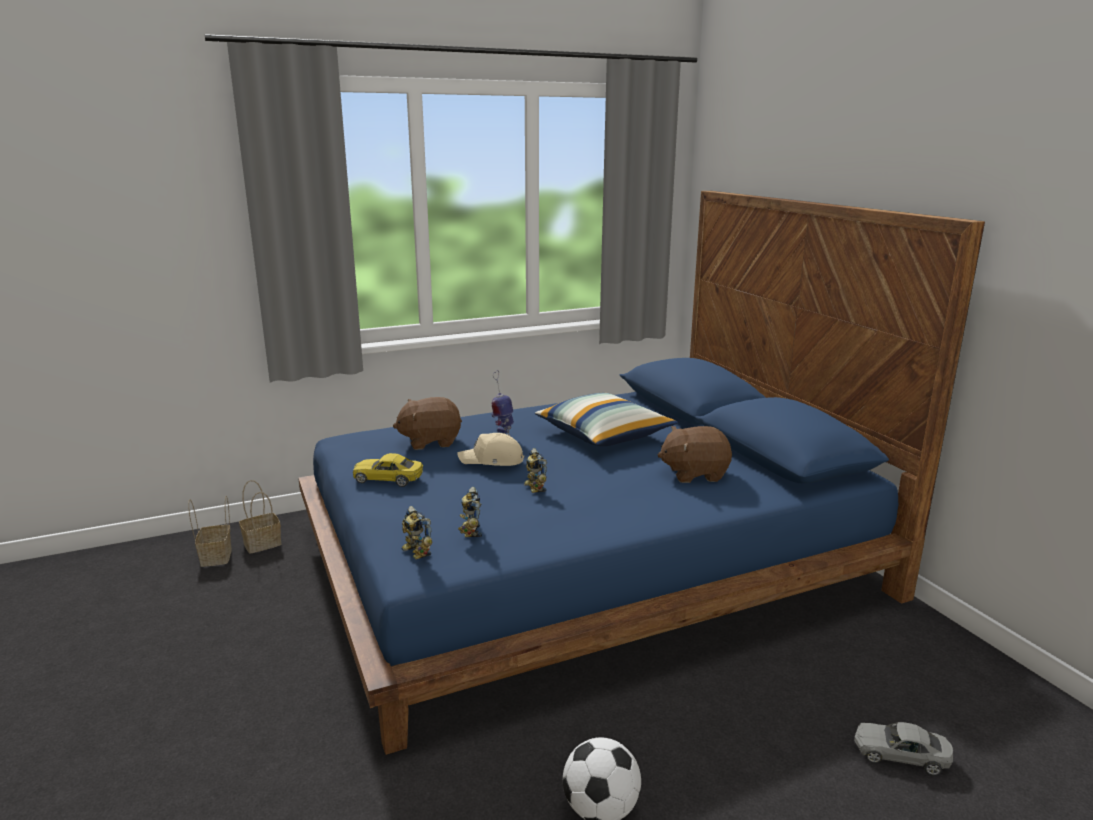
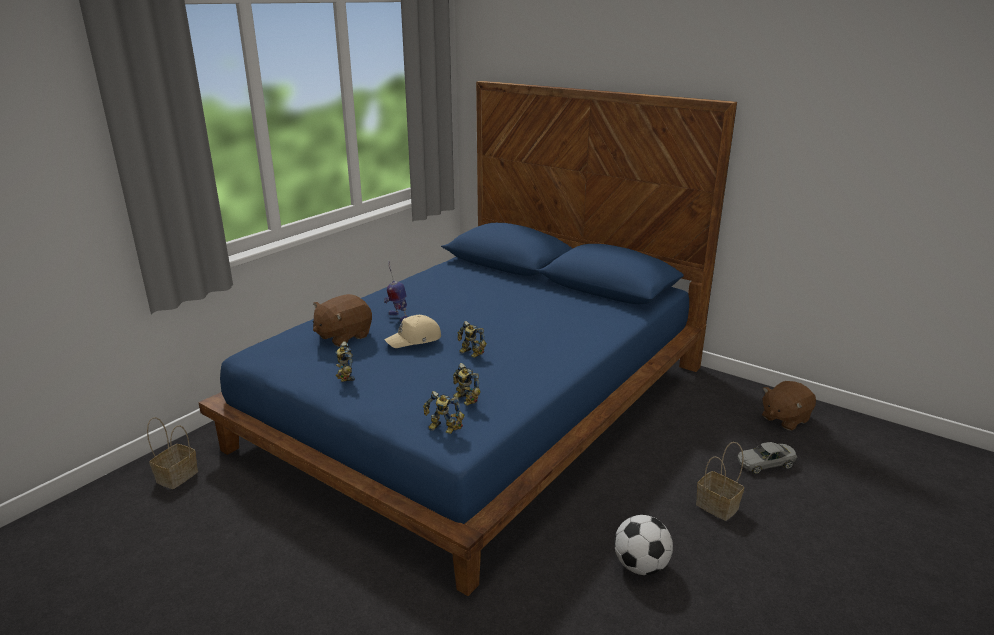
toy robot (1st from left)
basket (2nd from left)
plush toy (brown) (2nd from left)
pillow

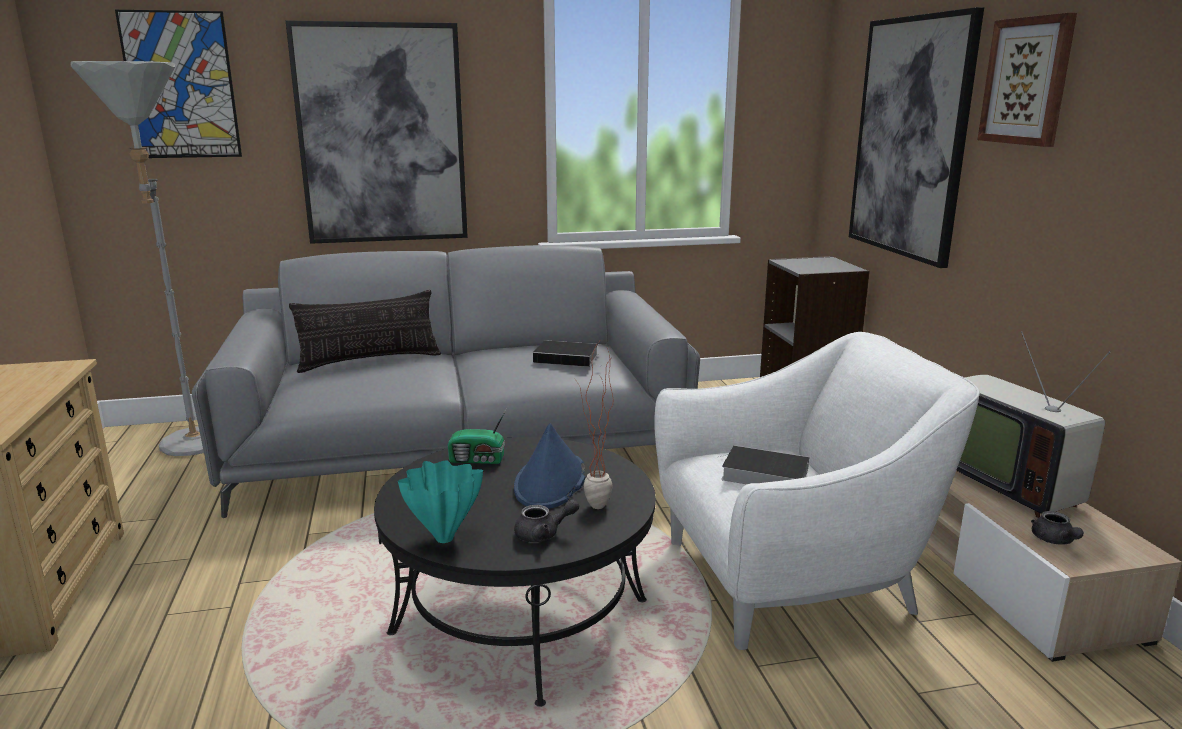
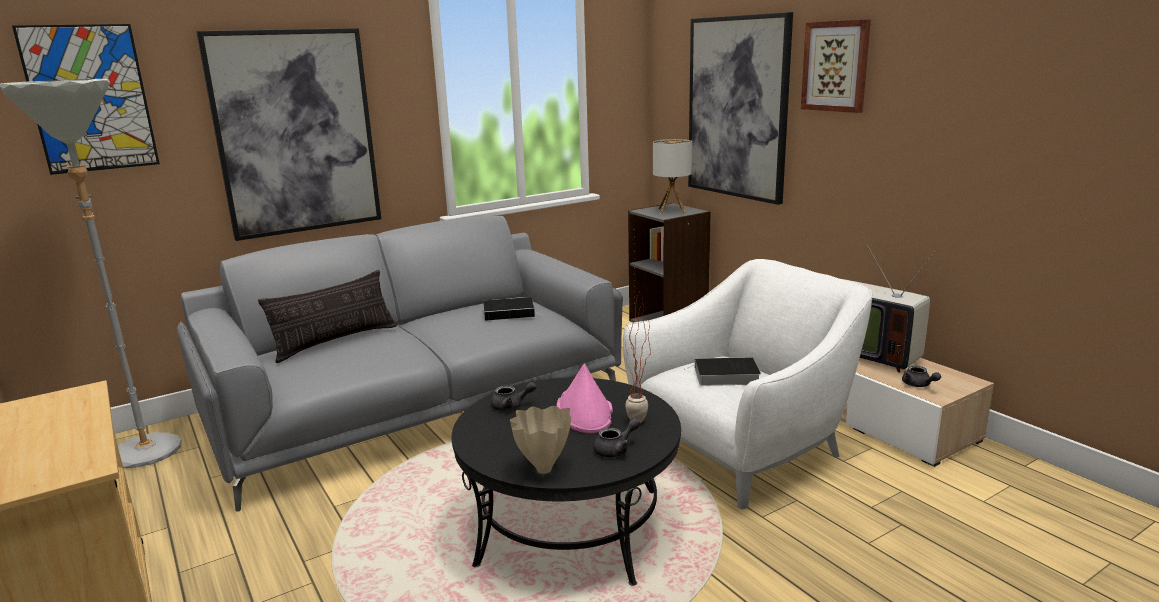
teapot (grey) (1st from left)
vase (beige)
hat (pink)
table lamp

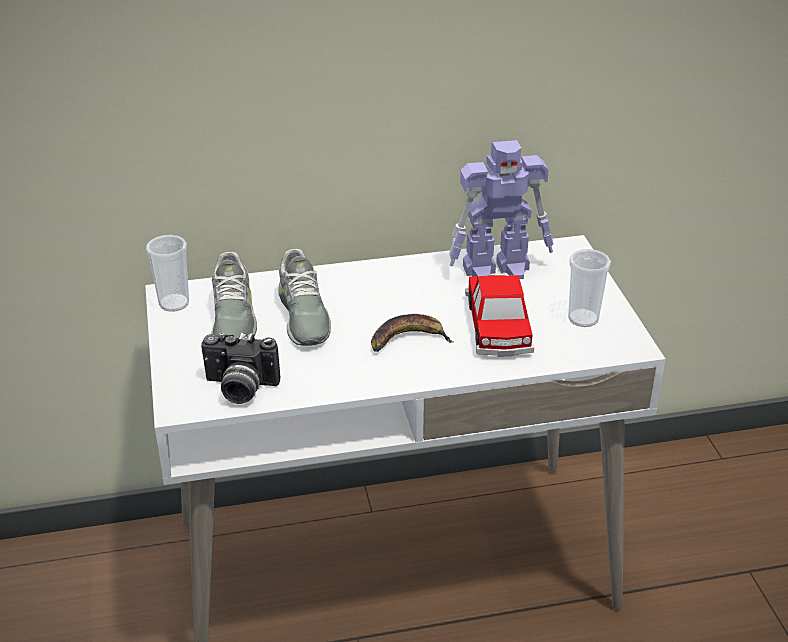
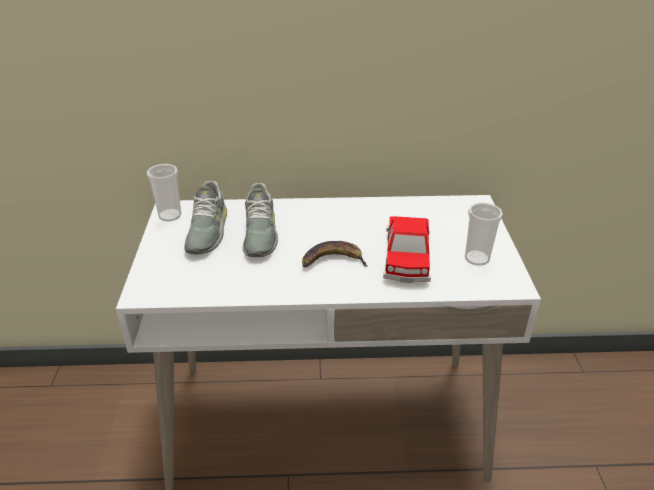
photo camera
toy robot

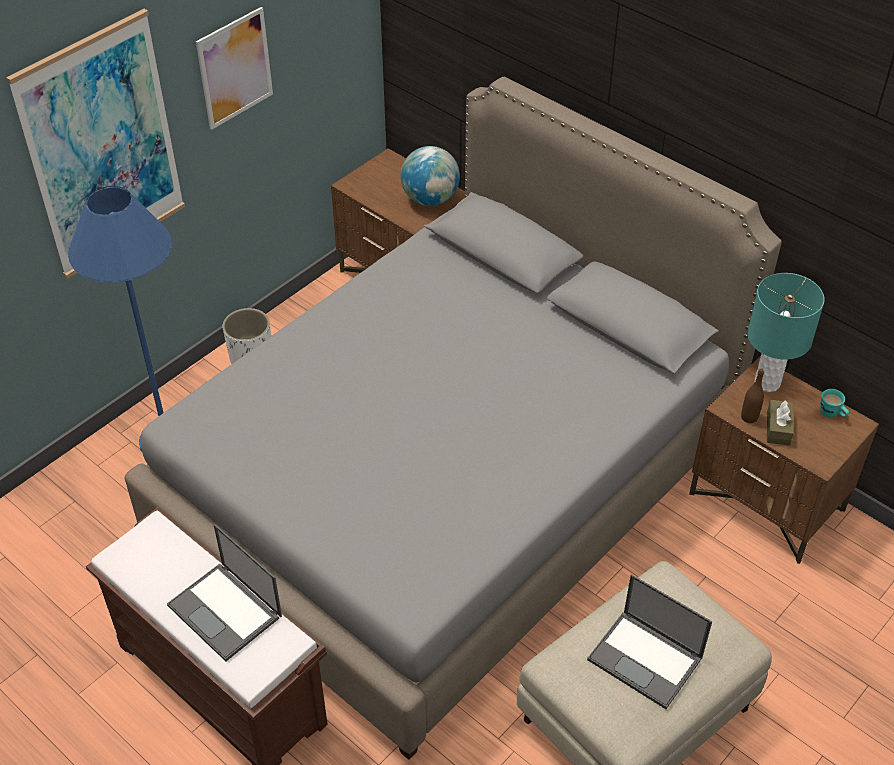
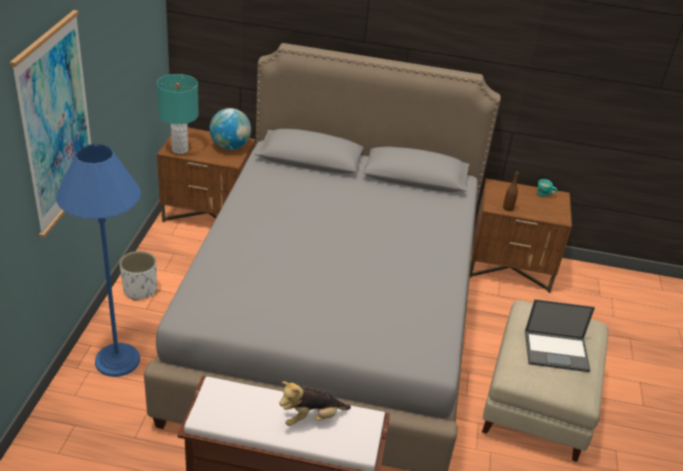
table lamp (turquoise)
plush toy
picture (2nd from left in the first image)
tissue box (brown)

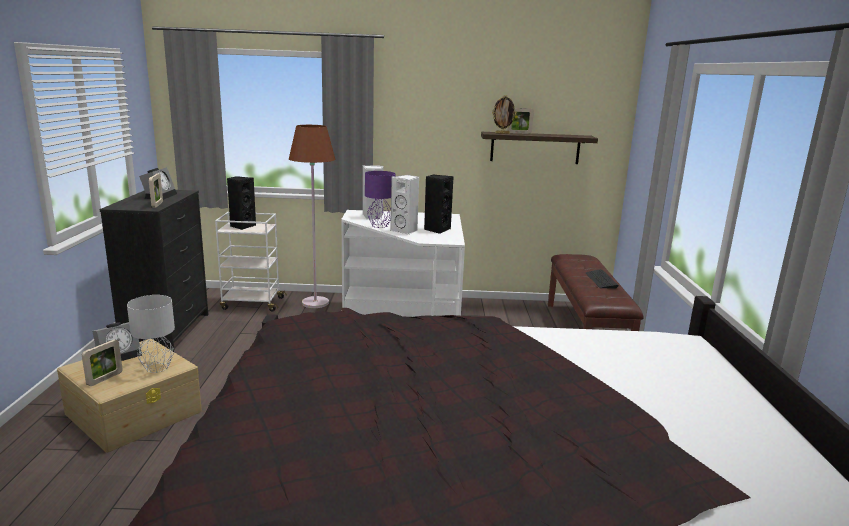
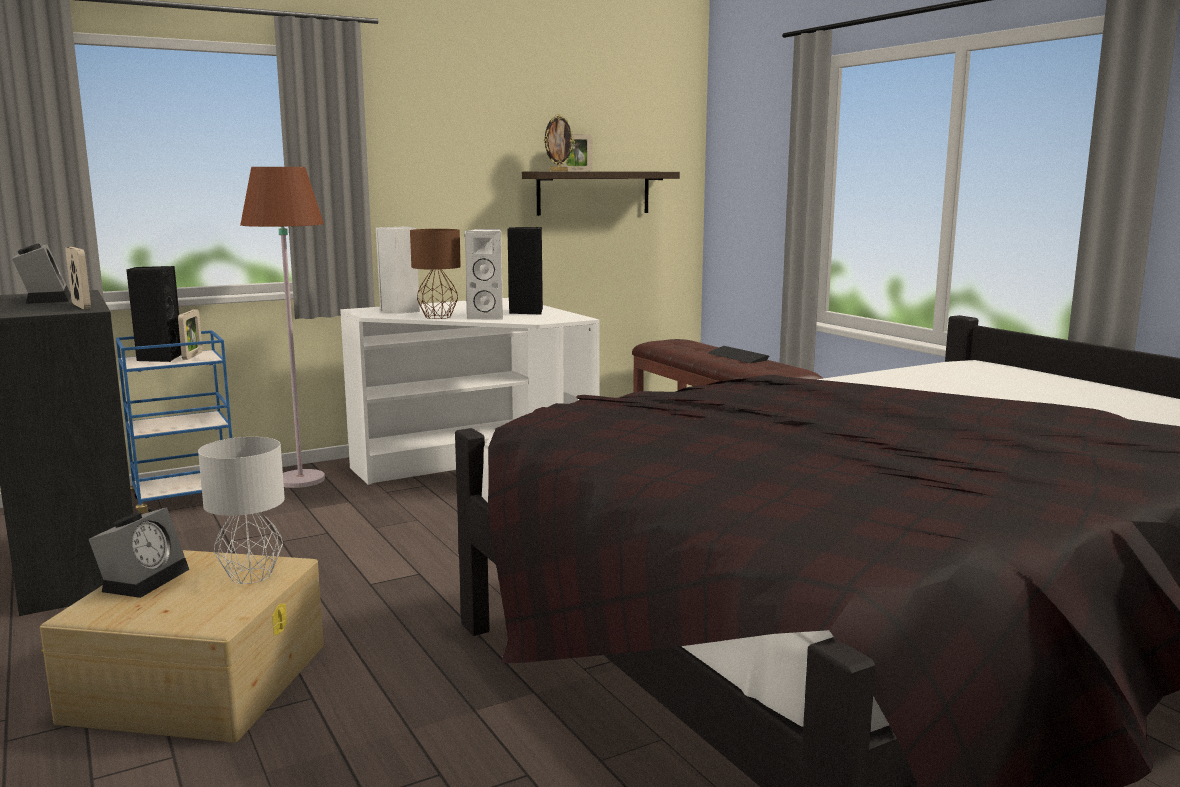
cart (blue)
picture frame (2nd from left)
table lamp (brown)

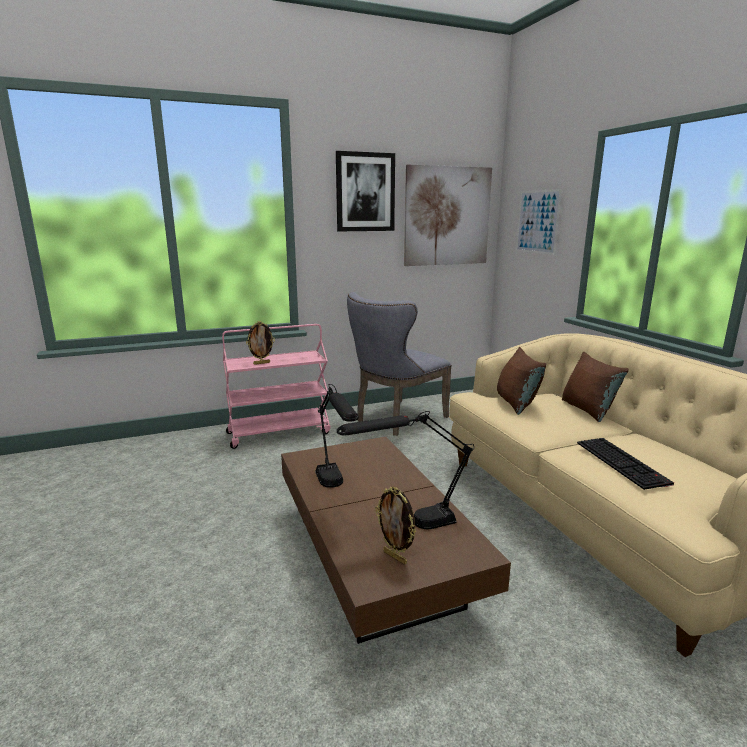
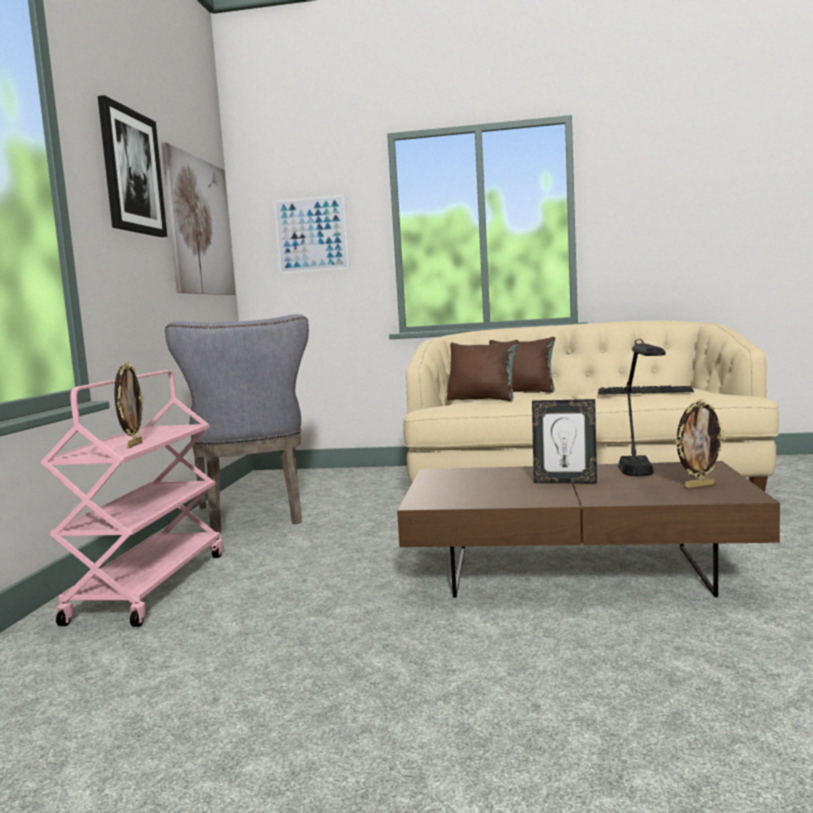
picture frame (2nd from left)
table lamp (black) (1st from left in the first image)

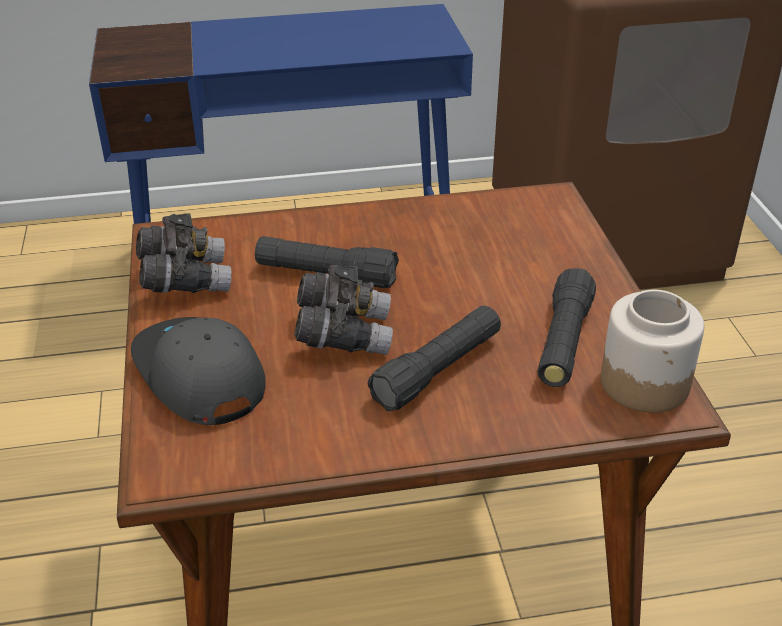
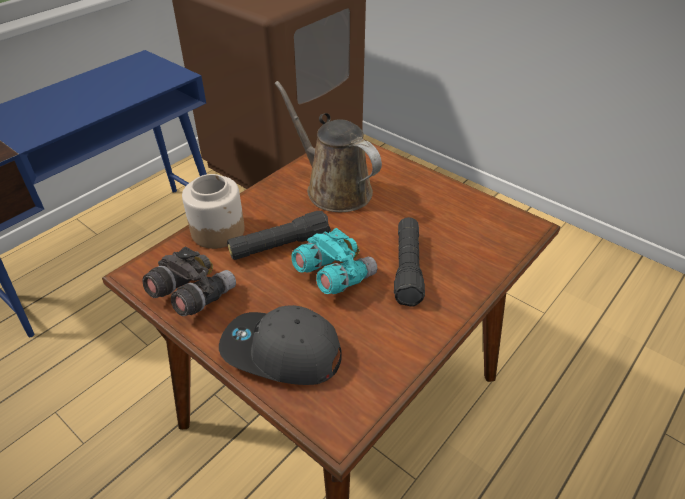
jar
watering can (brown)
binoculars (turquoise)
flashlight (black) (3rd from left in the first image)

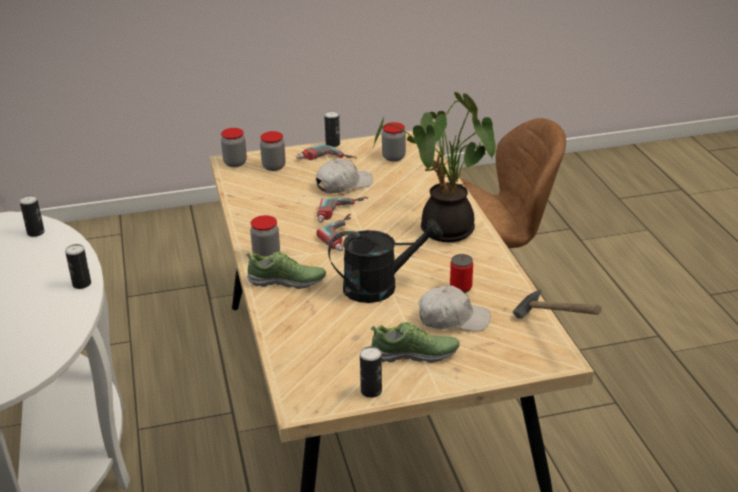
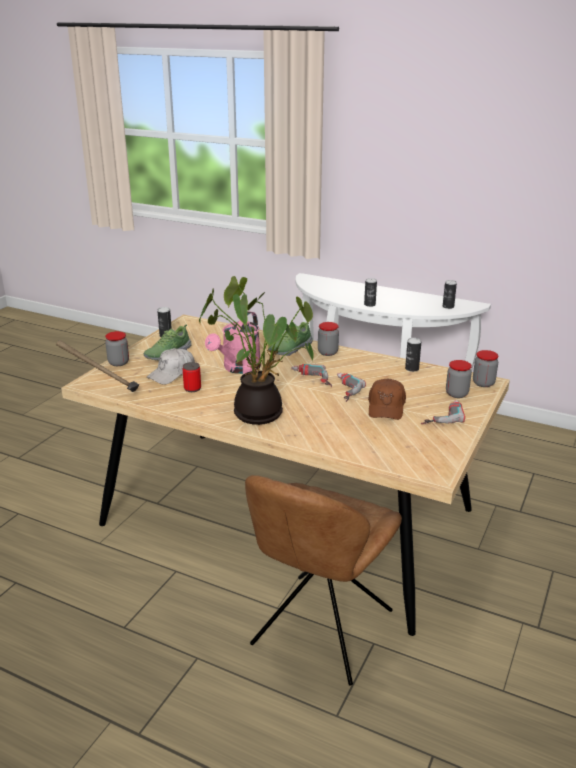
jar (1st from left)
watering can (pink)
cap (brown)
can (4th from left)

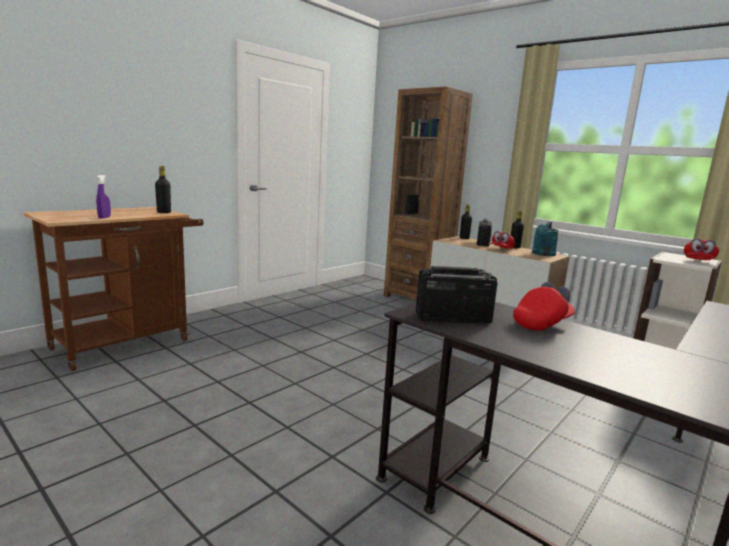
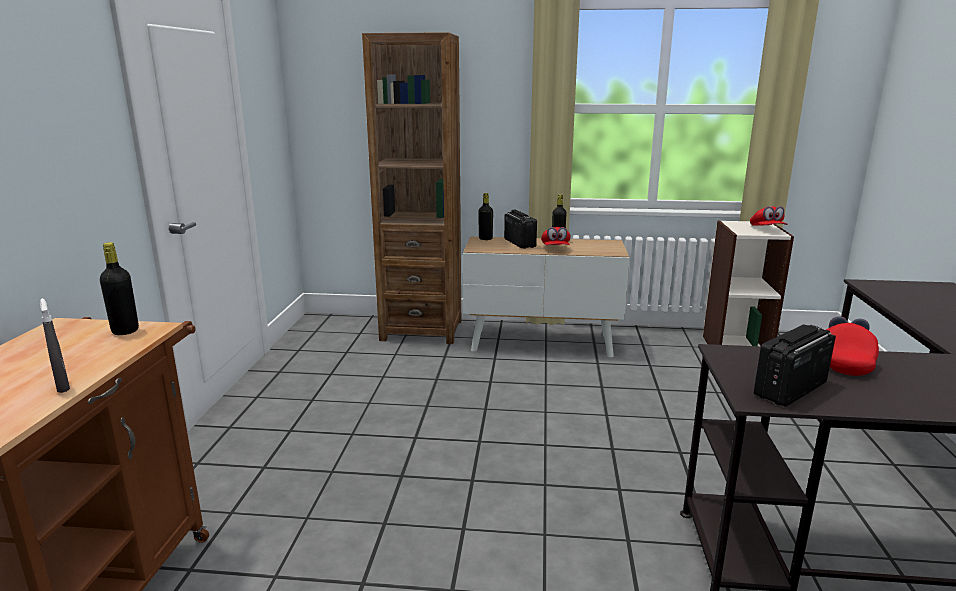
spray bottle (grey)
watering can (turquoise)

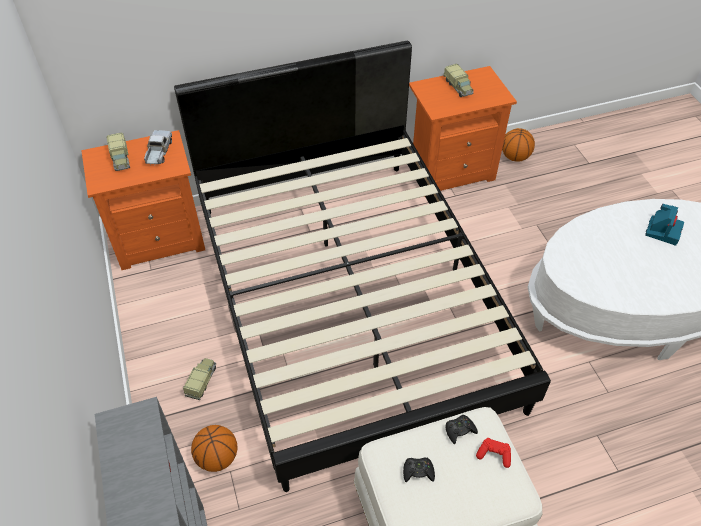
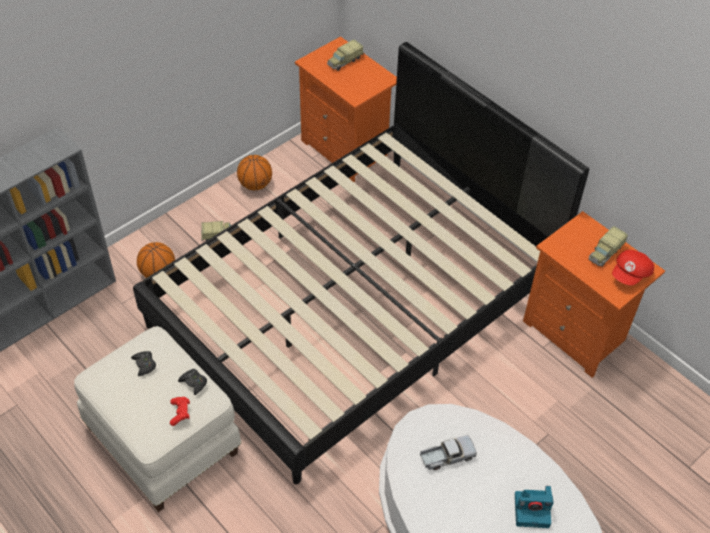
basketball (2nd from left)
toy truck (3rd from left)
cap (red)

